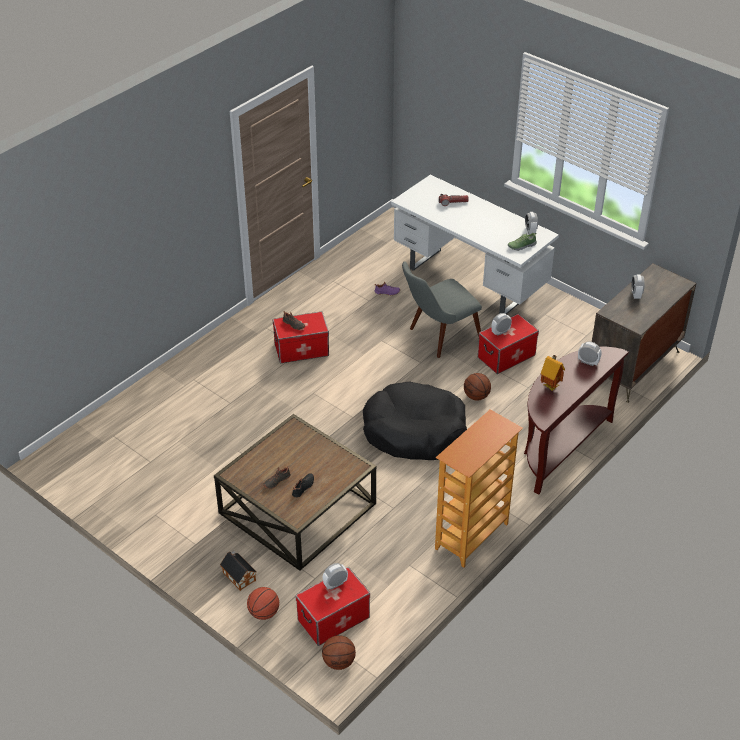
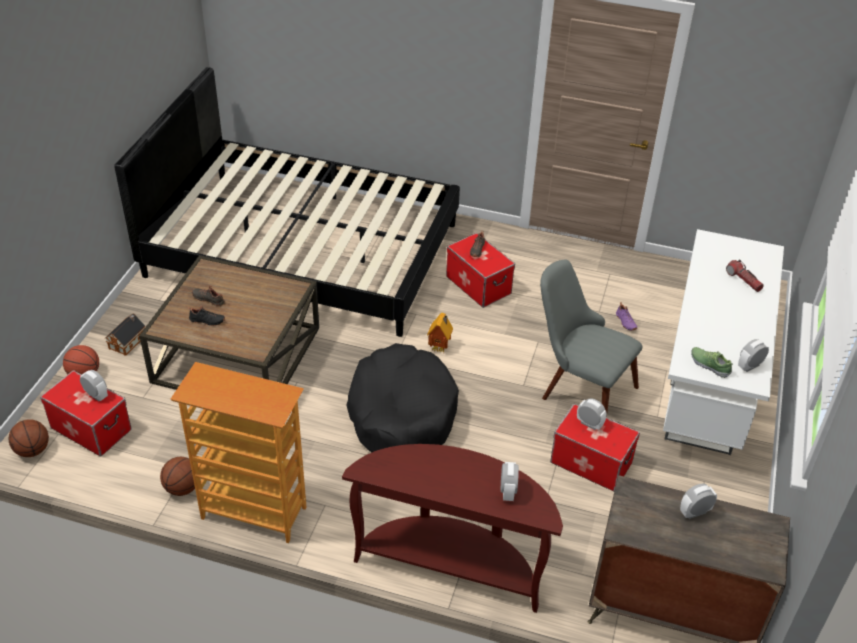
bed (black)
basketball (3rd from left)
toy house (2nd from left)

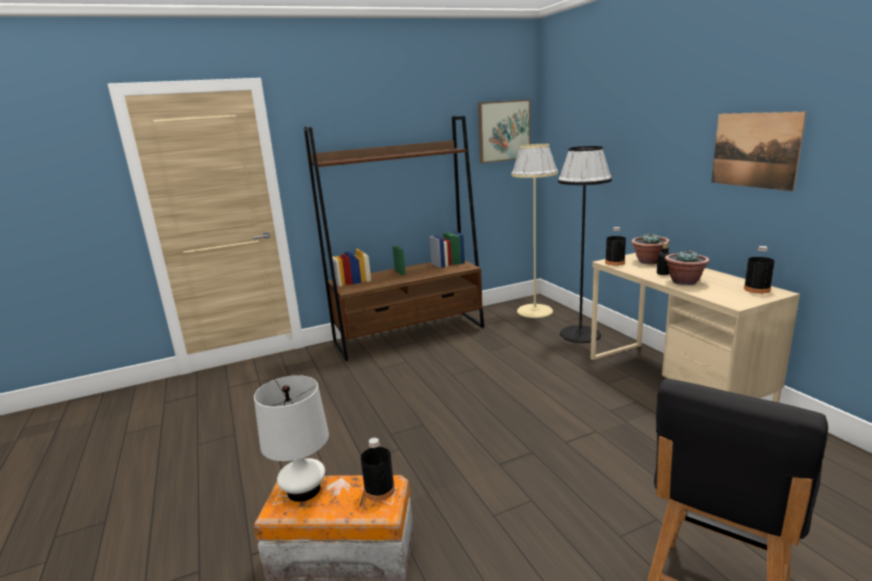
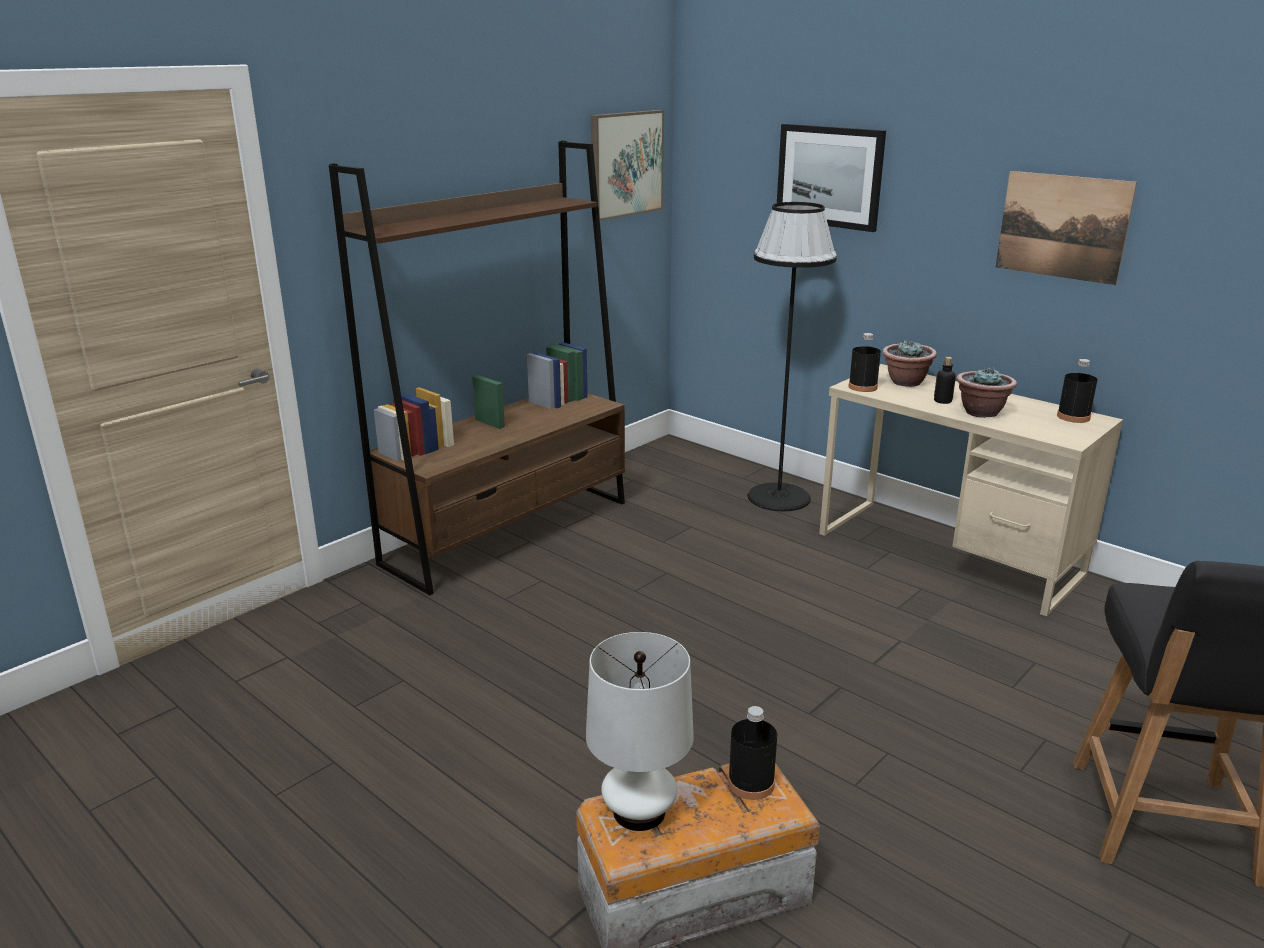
picture (2nd from left)
floor lamp (beige)

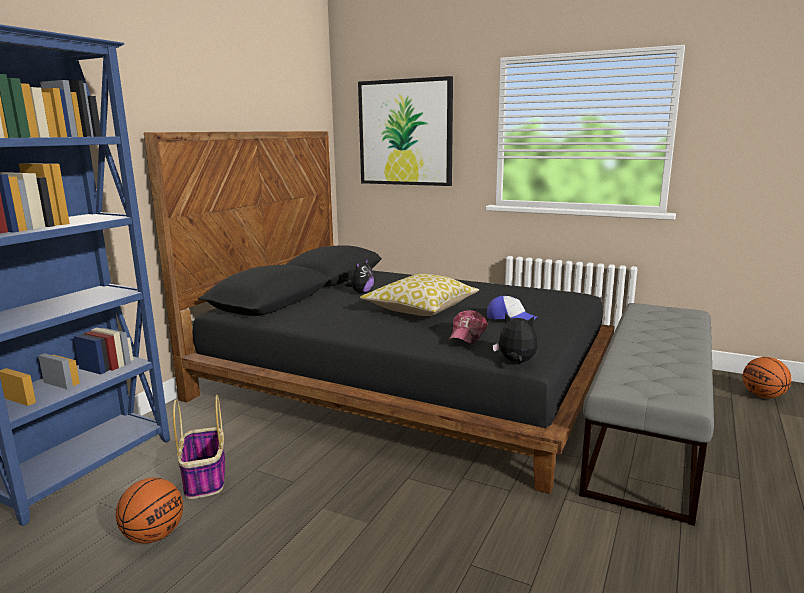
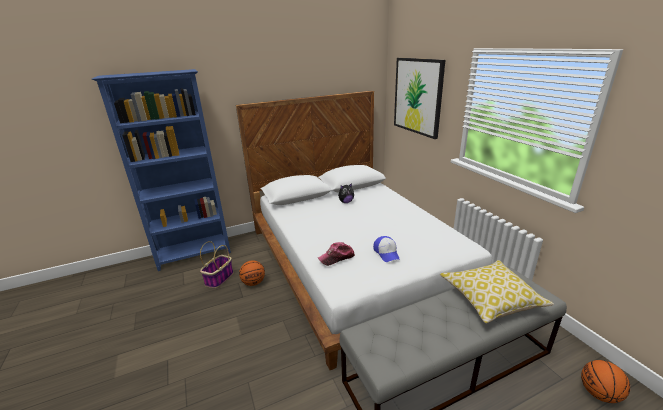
bed (white)
basketball (1st from left)
pillow
plush toy (2nd from left in the first image)

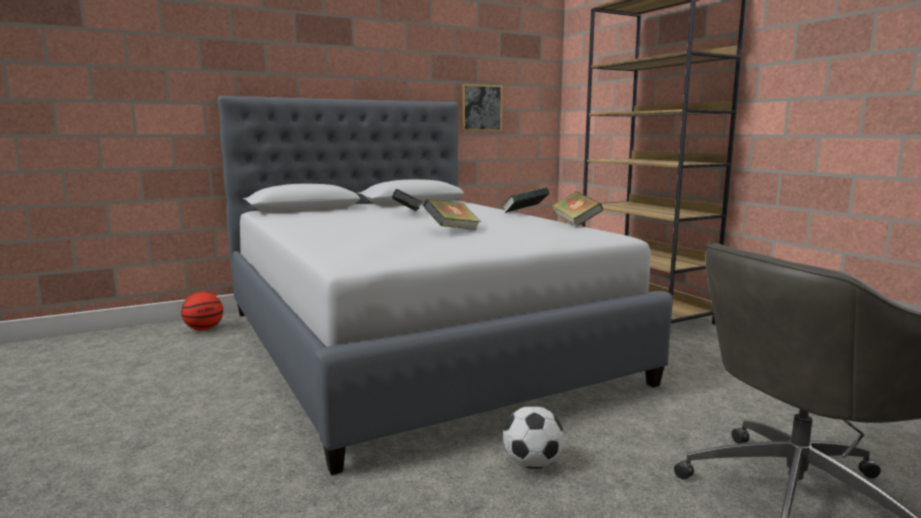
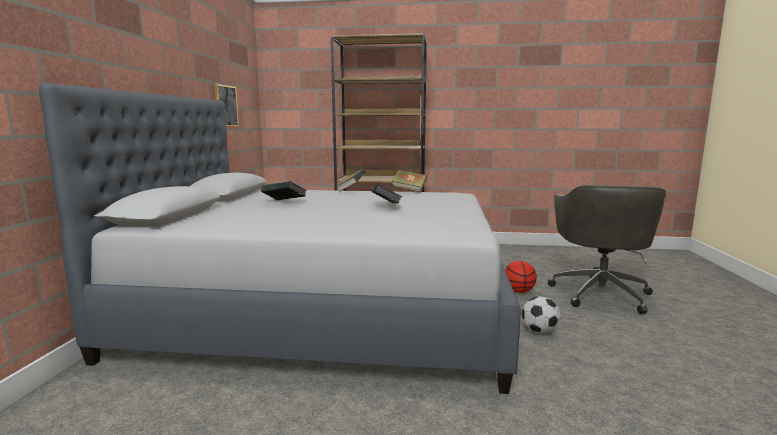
basketball

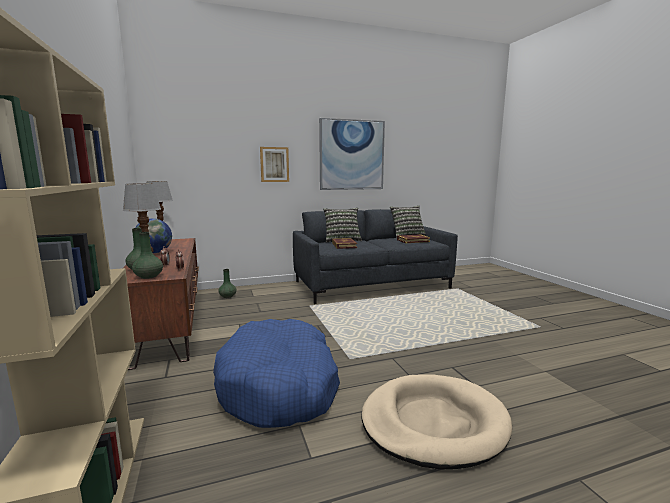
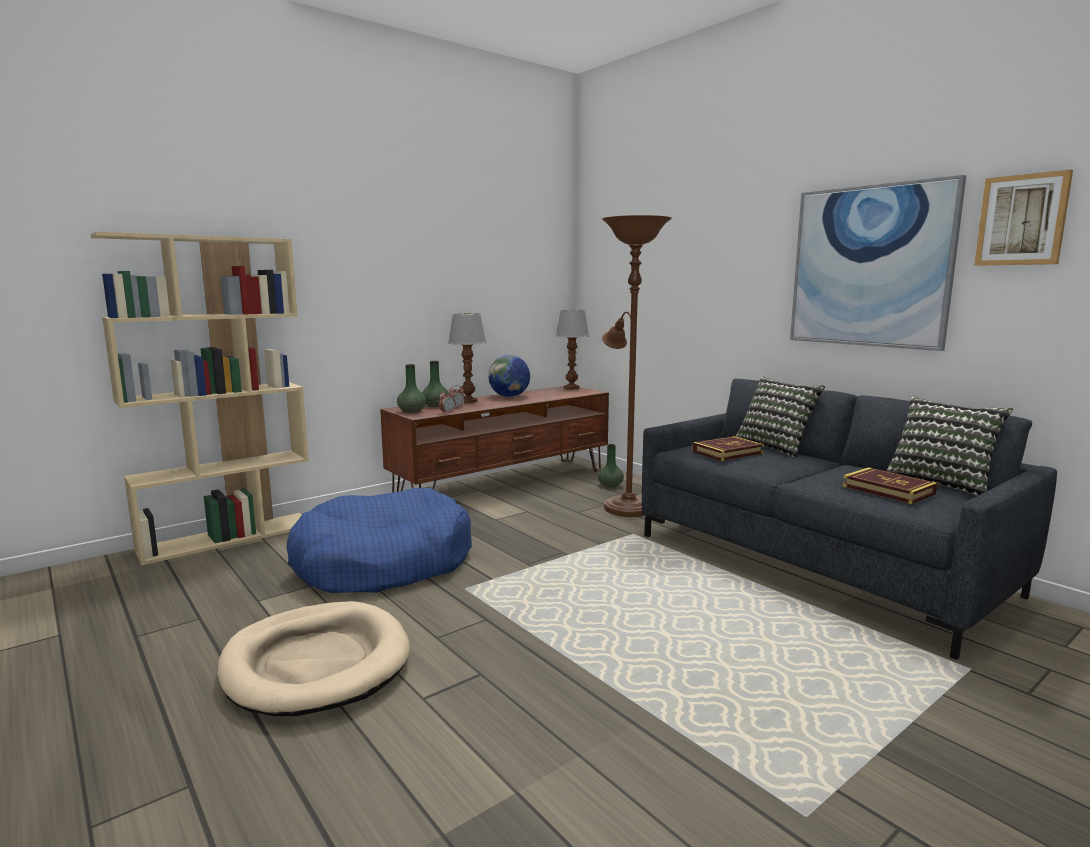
floor lamp (brown)
picture (2nd from left)

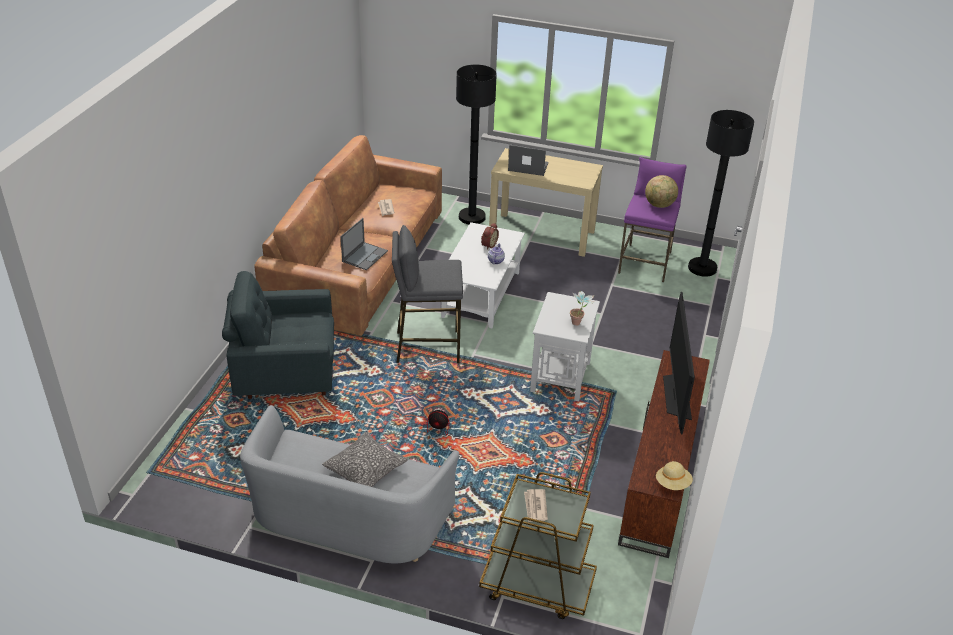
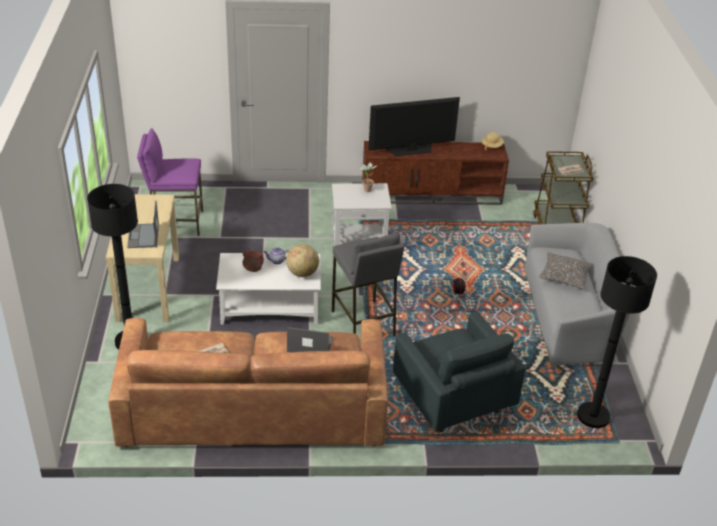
globe
floor lamp (black) (2nd from left)

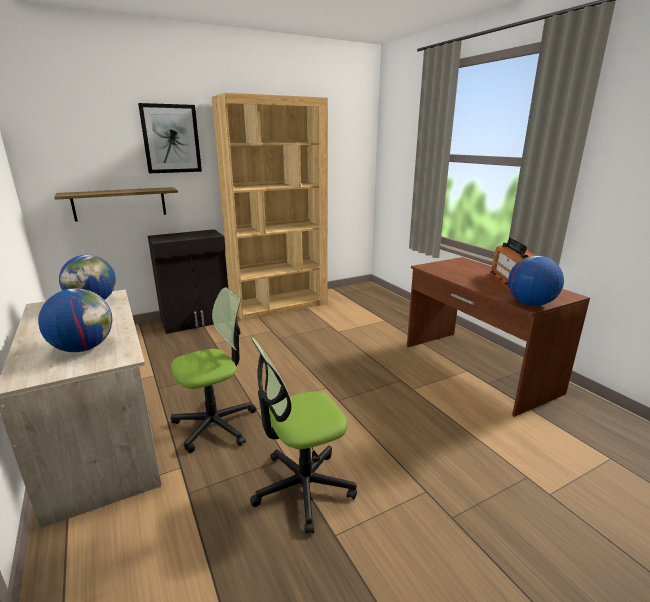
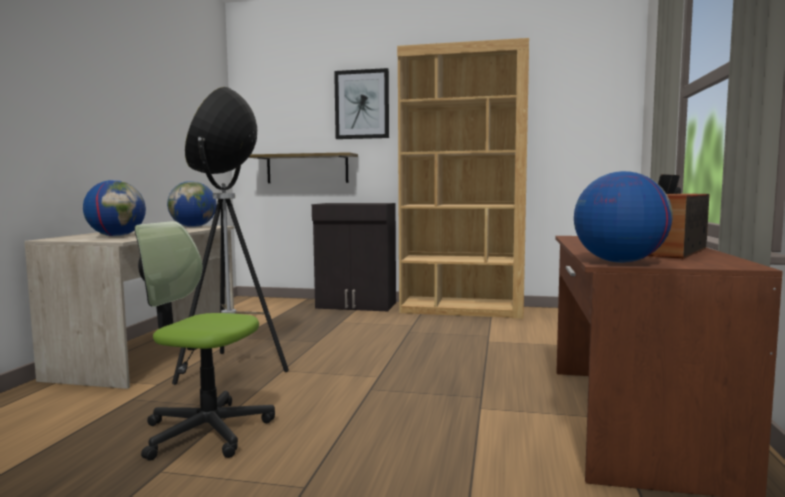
floor lamp

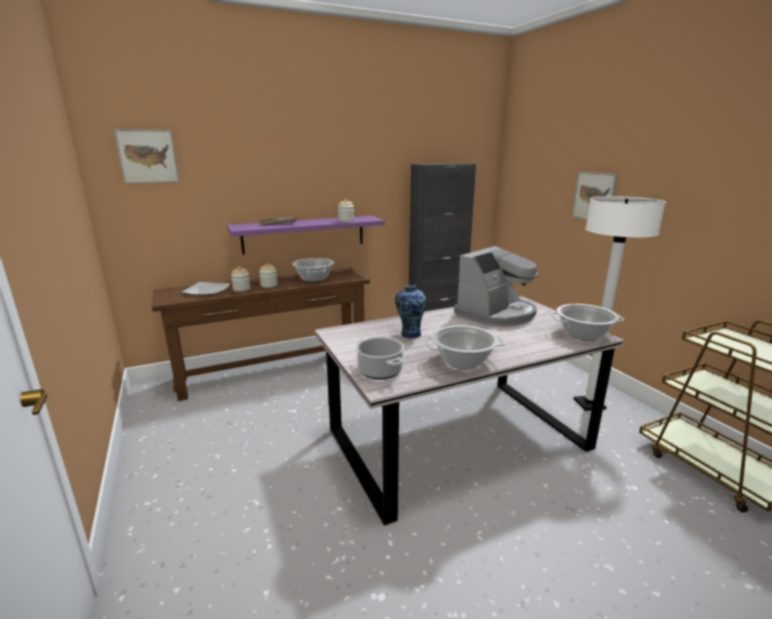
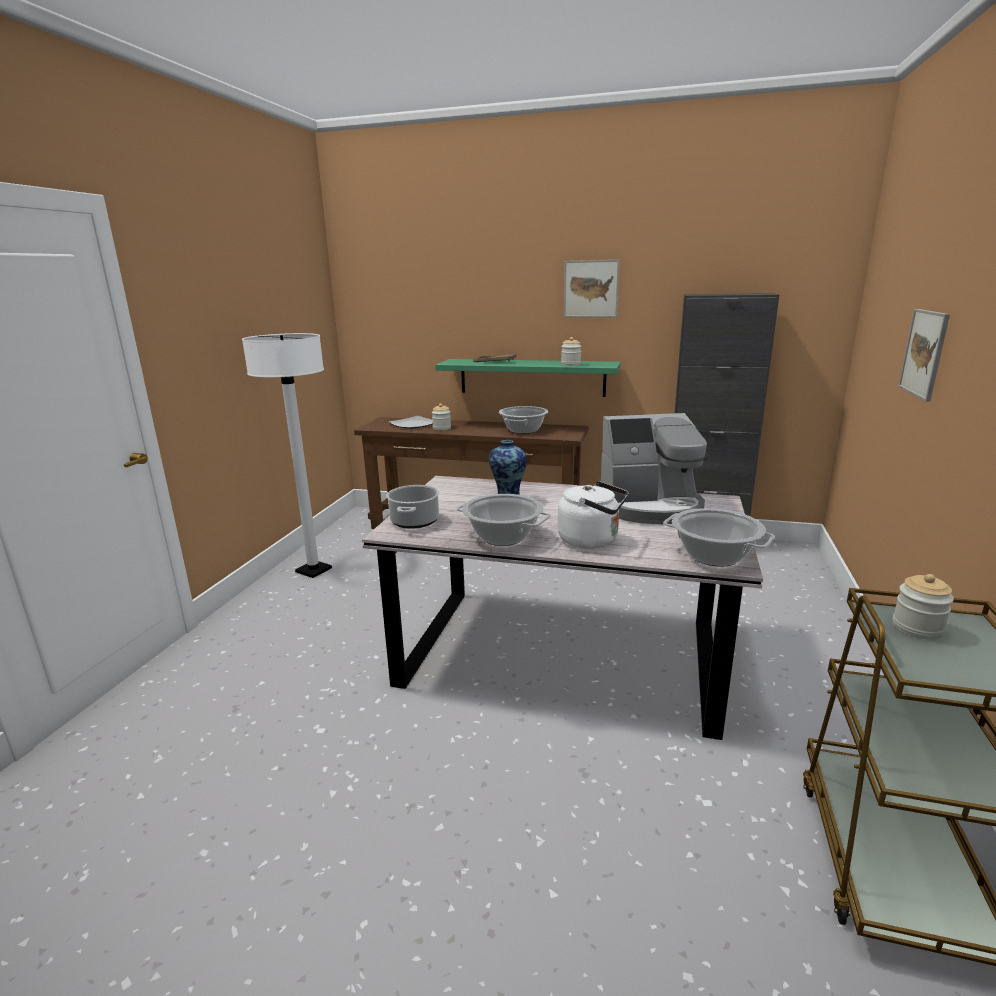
floor lamp (white)
shelf (green)
kettle (white)
picture (1st from left)
jar (3rd from left)

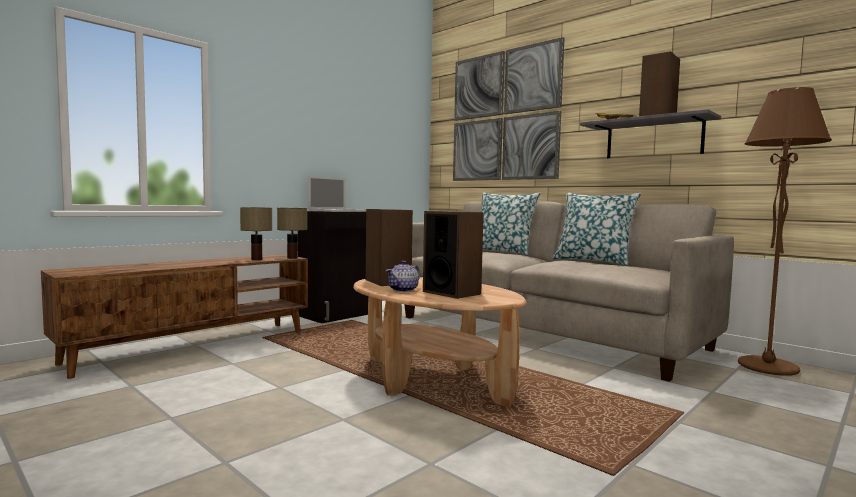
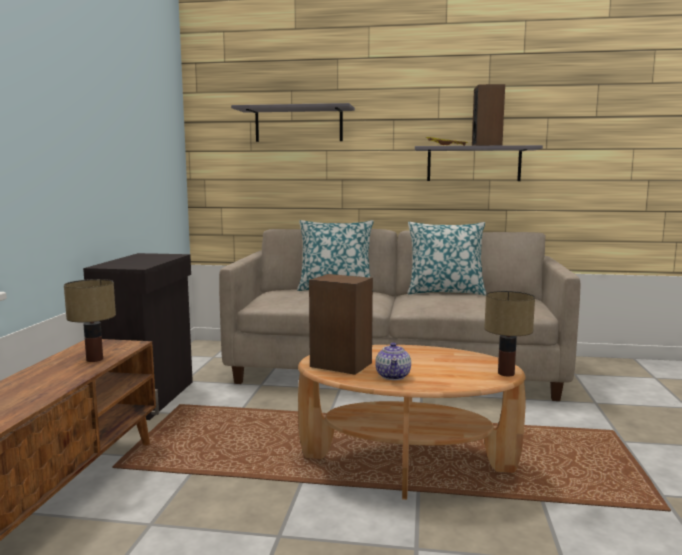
shelf (grey) (1st from left)
table lamp (2nd from left)
laptop
speaker (2nd from left in the first image)
floor lamp (brown)

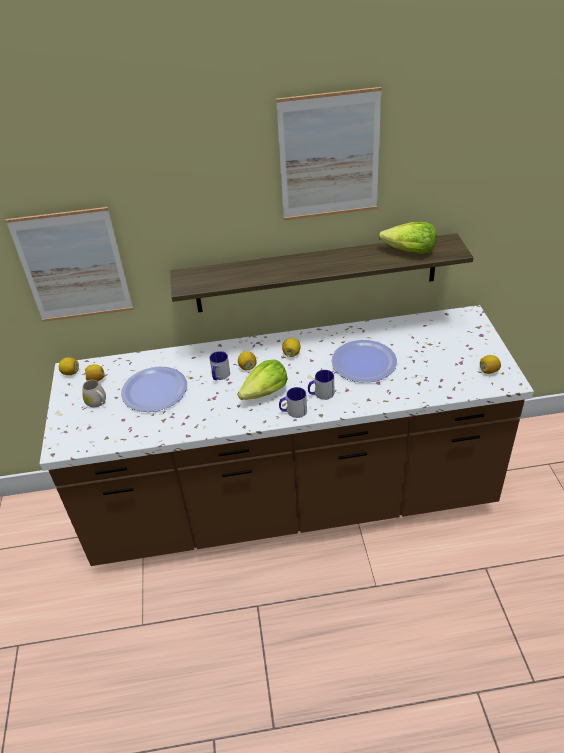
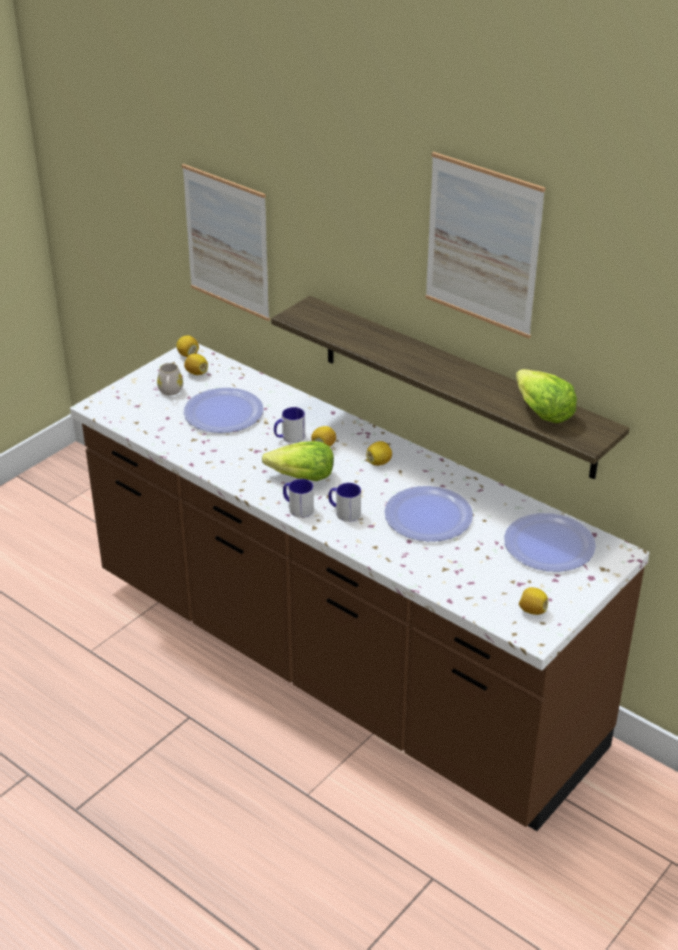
plate (3rd from left)

